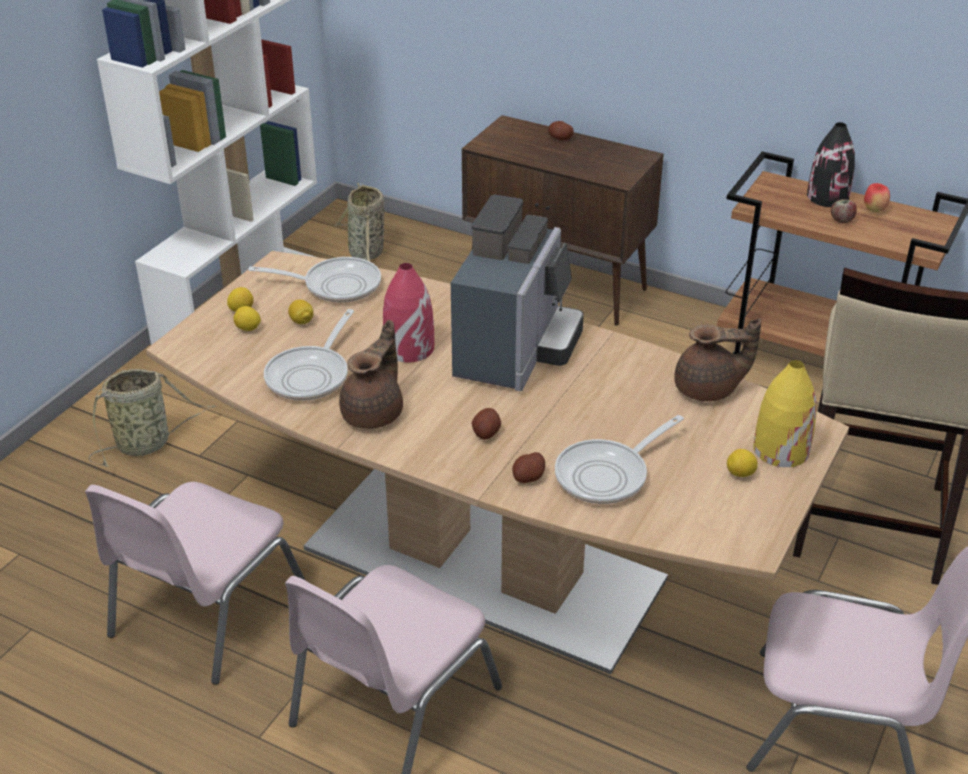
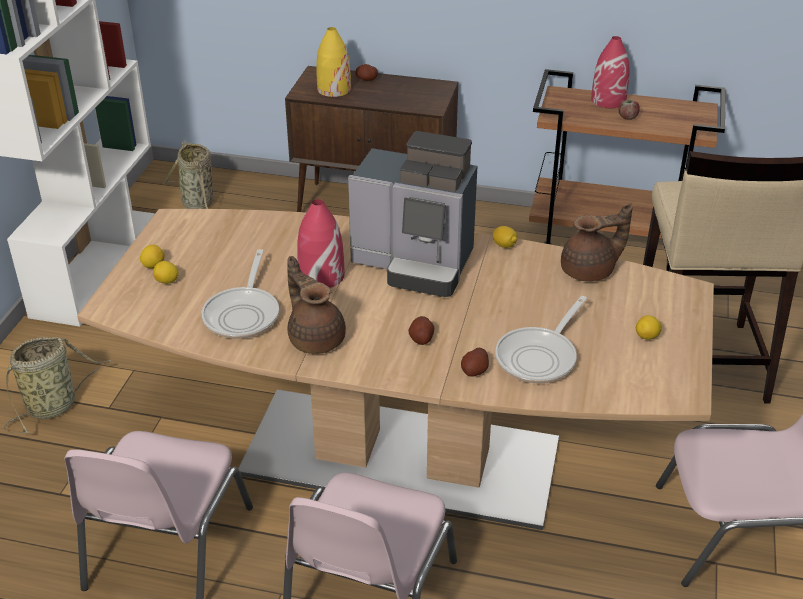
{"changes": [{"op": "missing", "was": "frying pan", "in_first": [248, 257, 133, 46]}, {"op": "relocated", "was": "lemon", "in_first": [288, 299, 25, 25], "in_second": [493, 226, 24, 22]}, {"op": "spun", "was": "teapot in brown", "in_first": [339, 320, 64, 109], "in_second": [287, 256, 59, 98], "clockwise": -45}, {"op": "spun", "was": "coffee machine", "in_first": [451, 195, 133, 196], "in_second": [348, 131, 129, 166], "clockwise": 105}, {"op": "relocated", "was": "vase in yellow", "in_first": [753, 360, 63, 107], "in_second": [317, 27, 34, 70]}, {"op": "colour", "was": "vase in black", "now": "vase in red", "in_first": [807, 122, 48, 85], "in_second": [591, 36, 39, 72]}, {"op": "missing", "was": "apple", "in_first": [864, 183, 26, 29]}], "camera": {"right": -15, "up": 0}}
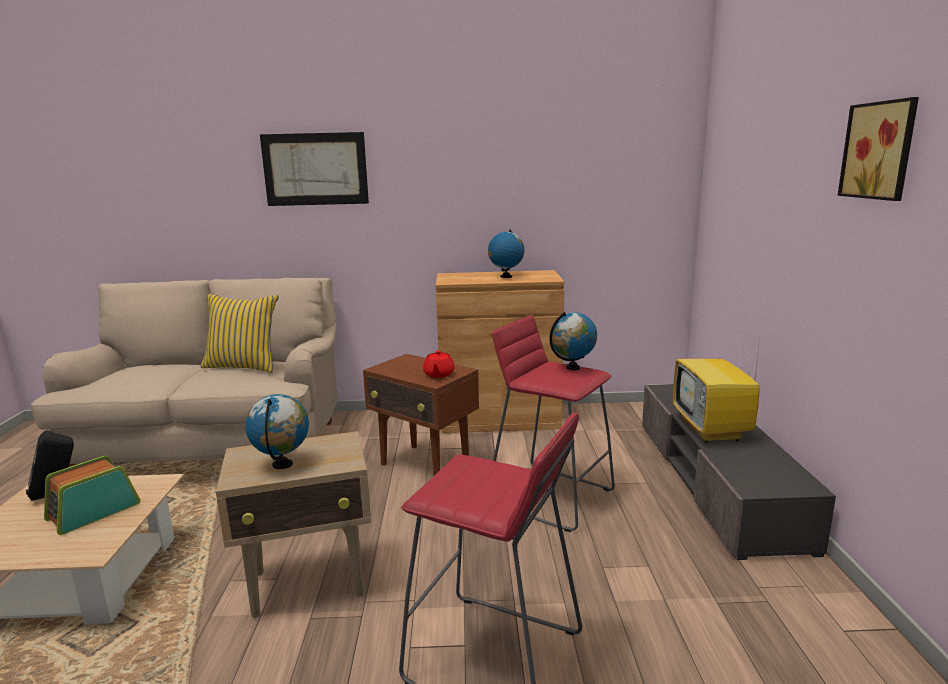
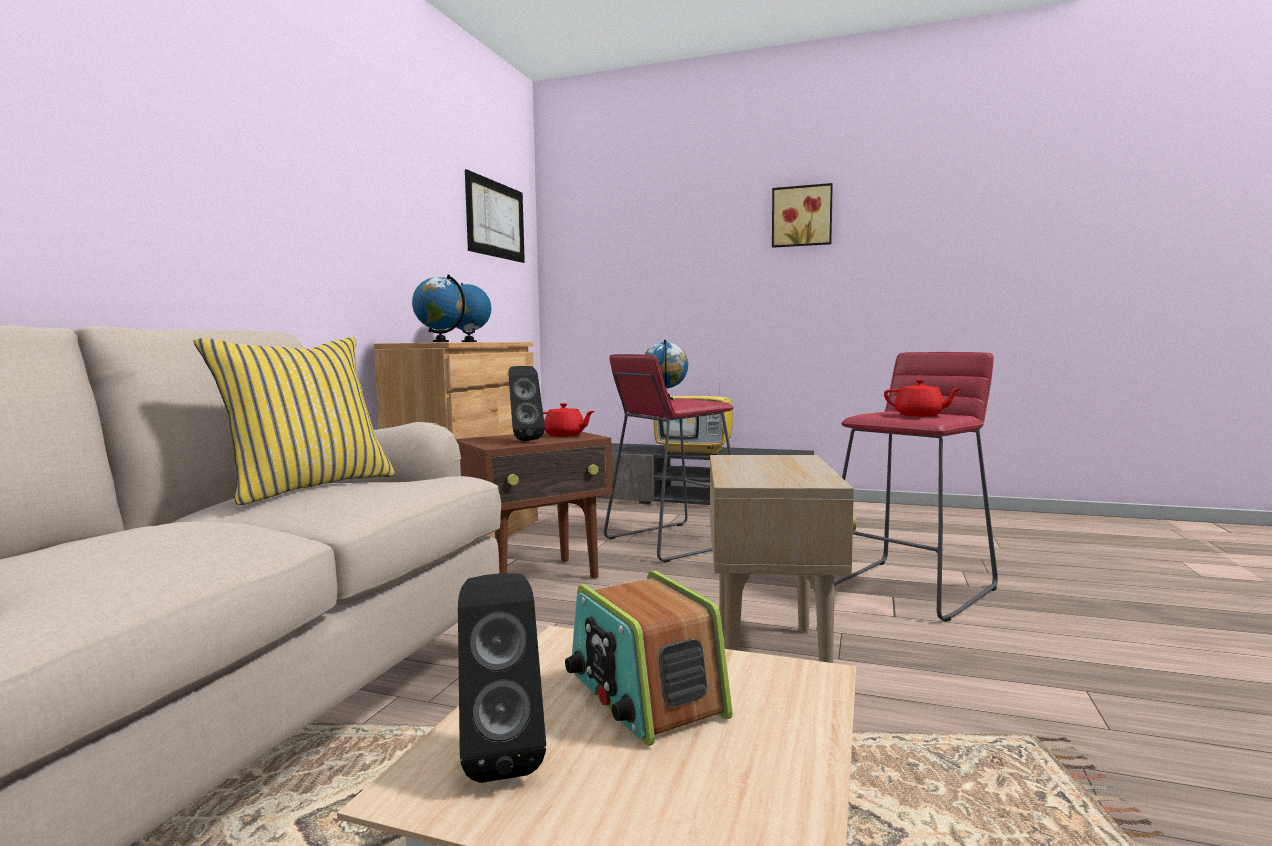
{"changes": [{"op": "relocated", "was": "globe", "in_first": [245, 394, 64, 75], "in_second": [412, 274, 54, 68]}, {"op": "relocated", "was": "picture", "in_first": [260, 132, 109, 74], "in_second": [465, 169, 60, 94]}, {"op": "appeared", "now": "speaker in black", "in_second": [508, 366, 37, 75]}, {"op": "appeared", "now": "teapot in red", "in_second": [884, 379, 78, 38]}], "camera": {"right": -70, "up": -10}}
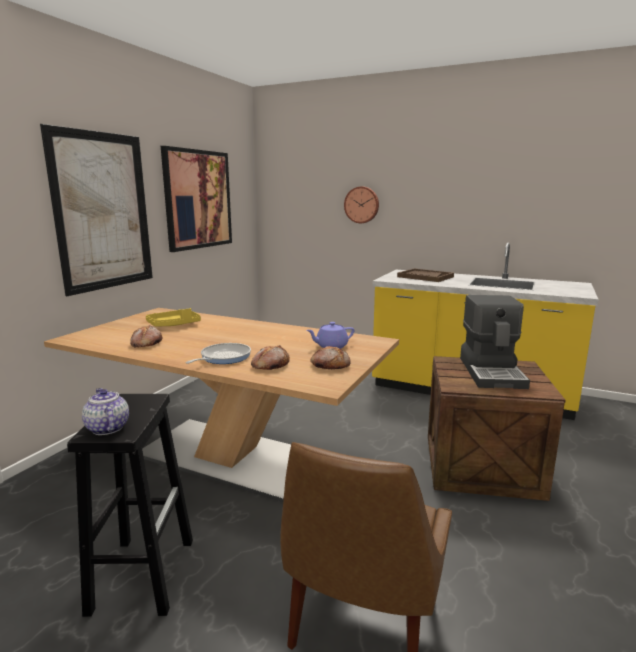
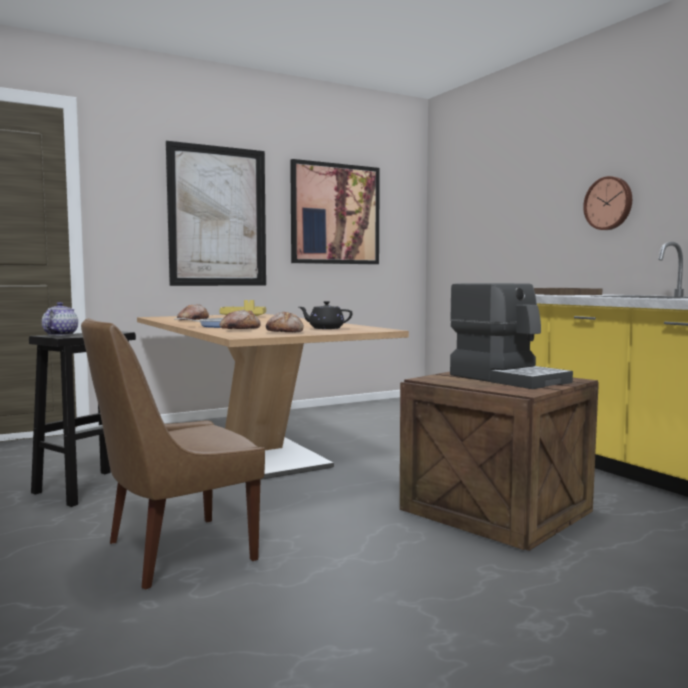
{"changes": [{"op": "colour", "was": "teapot in purple", "now": "teapot in black", "in_first": [307, 322, 47, 27], "in_second": [299, 301, 53, 28]}, {"op": "relocated", "was": "wall clock", "in_first": [344, 186, 35, 37], "in_second": [583, 176, 49, 54]}, {"op": "spun", "was": "coffee machine", "in_first": [460, 295, 70, 94], "in_second": [450, 283, 123, 106], "clockwise": -75}], "camera": {"right": 35, "up": -10}}
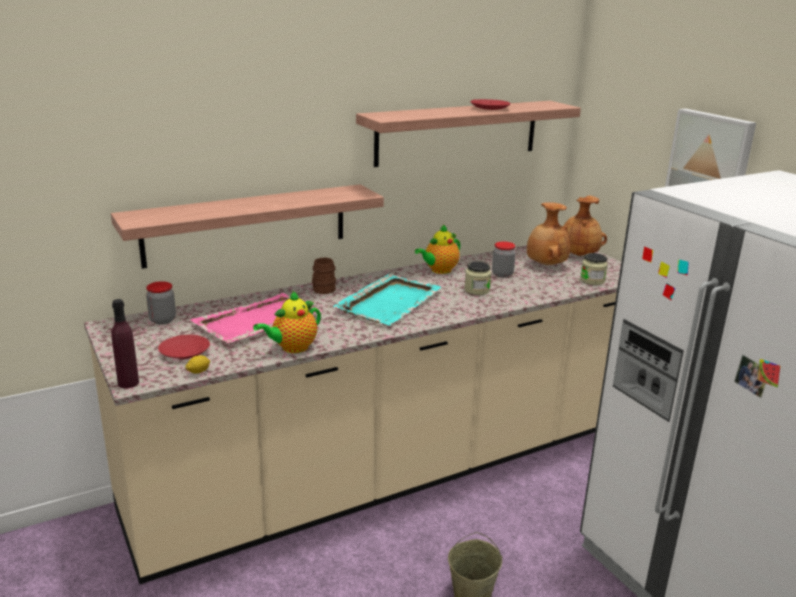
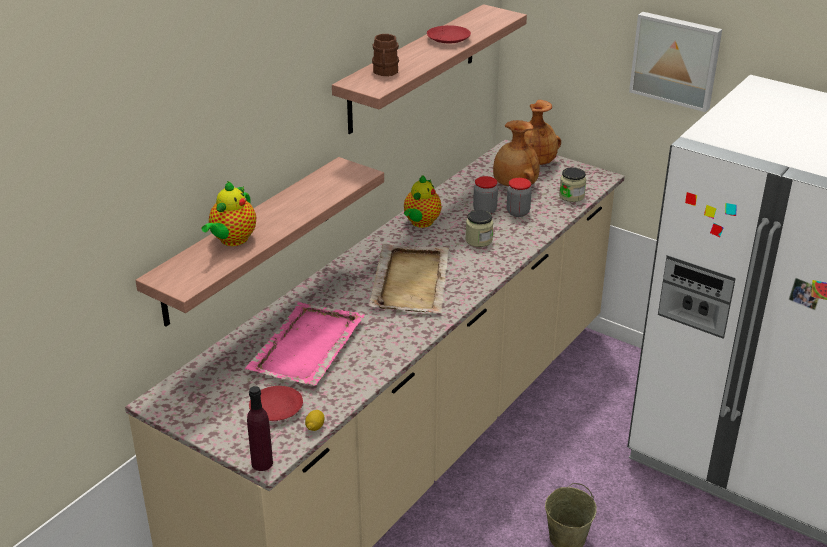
{"changes": [{"op": "relocated", "was": "jar", "in_first": [146, 281, 30, 43], "in_second": [507, 178, 25, 39]}, {"op": "relocated", "was": "teapot", "in_first": [253, 291, 68, 62], "in_second": [202, 181, 54, 65]}, {"op": "relocated", "was": "mug in brown", "in_first": [312, 257, 24, 37], "in_second": [372, 34, 27, 42]}, {"op": "colour", "was": "tray in turquoise", "now": "tray in beige", "in_first": [333, 273, 108, 52], "in_second": [369, 244, 80, 69]}], "camera": {"right": -25, "up": 10}}
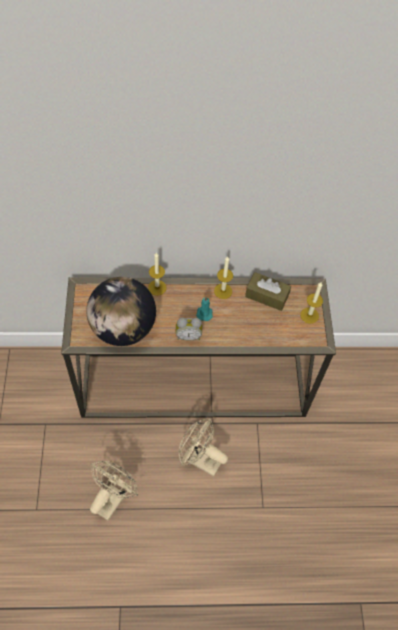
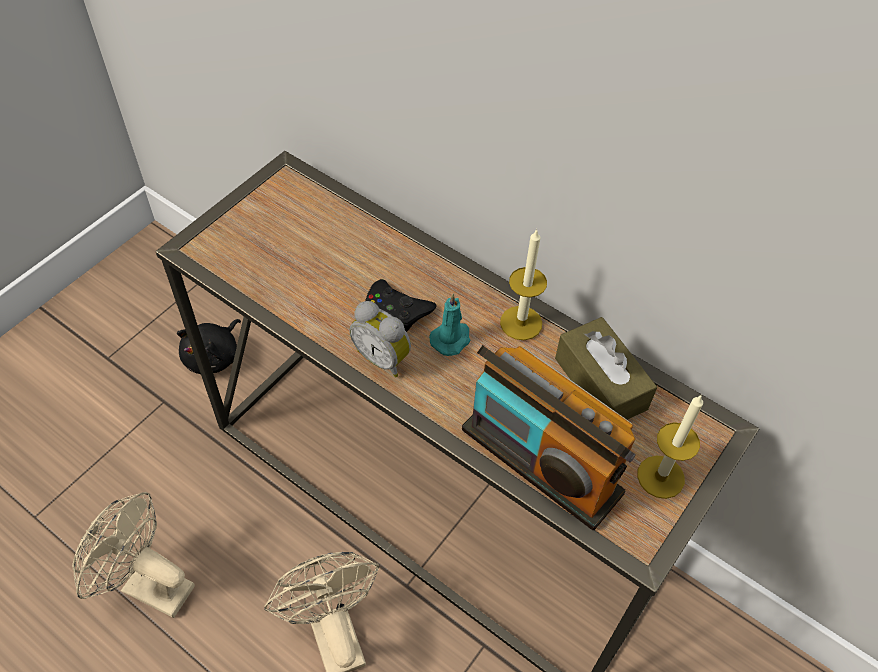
{"changes": [{"op": "missing", "was": "globe", "in_first": [87, 277, 69, 69]}, {"op": "spun", "was": "fan in beige", "in_first": [90, 461, 48, 60], "in_second": [72, 492, 123, 126], "clockwise": -135}, {"op": "missing", "was": "candle", "in_first": [148, 252, 19, 44]}, {"op": "appeared", "now": "plush toy in black", "in_second": [177, 319, 64, 55]}, {"op": "appeared", "now": "game controller in black", "in_second": [365, 279, 72, 53]}, {"op": "appeared", "now": "radio", "in_second": [462, 345, 173, 185]}], "camera": {"right": 40, "up": -5}}
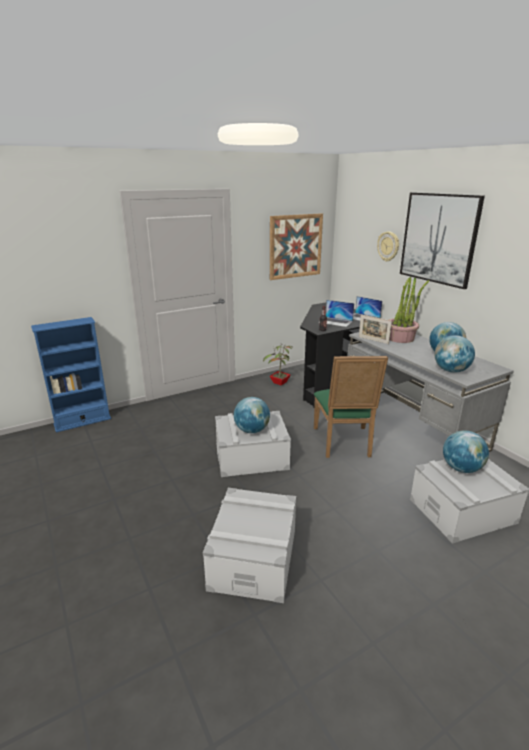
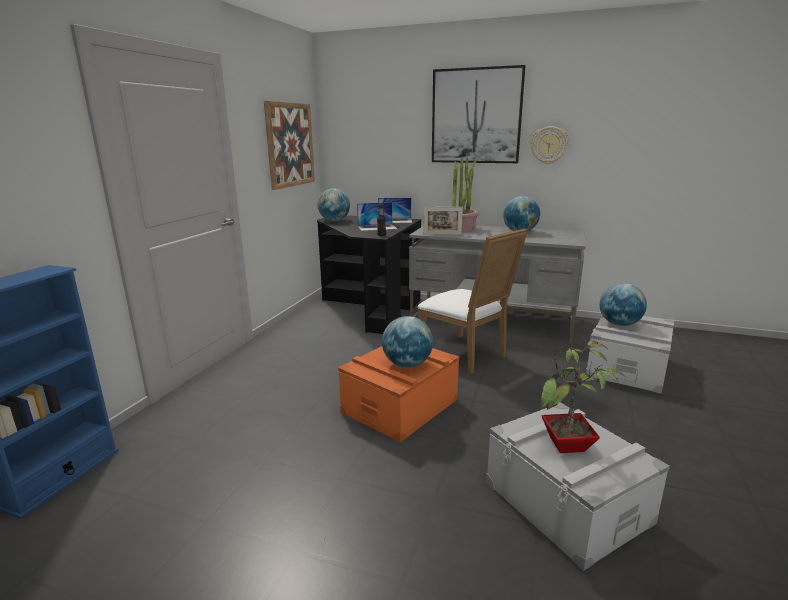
{"changes": [{"op": "colour", "was": "storage box in grey", "now": "storage box in orange", "in_first": [215, 411, 76, 66], "in_second": [338, 346, 121, 97]}, {"op": "relocated", "was": "potted plant", "in_first": [263, 343, 29, 42], "in_second": [540, 339, 86, 114]}, {"op": "colour", "was": "chair in green", "now": "chair in white", "in_first": [314, 356, 74, 102], "in_second": [418, 229, 110, 145]}, {"op": "relocated", "was": "wall clock", "in_first": [377, 231, 22, 31], "in_second": [531, 126, 38, 38]}, {"op": "relocated", "was": "globe", "in_first": [435, 335, 40, 38], "in_second": [317, 188, 33, 33]}], "camera": {"right": -40, "up": -5}}
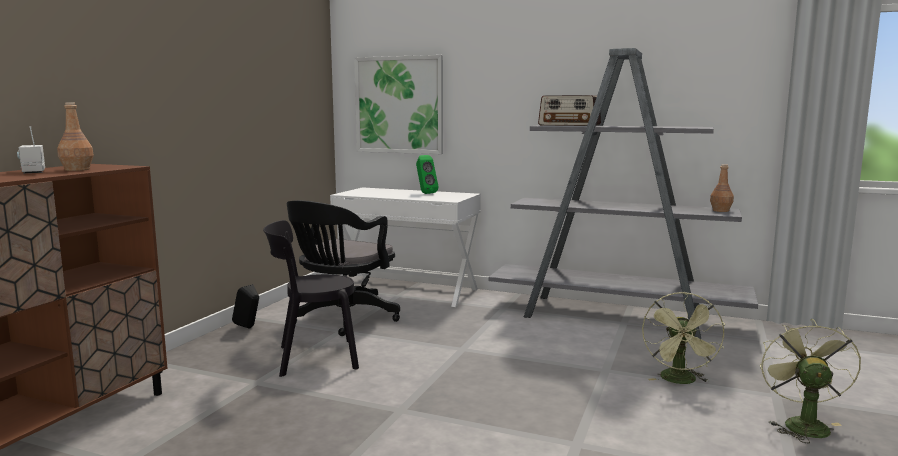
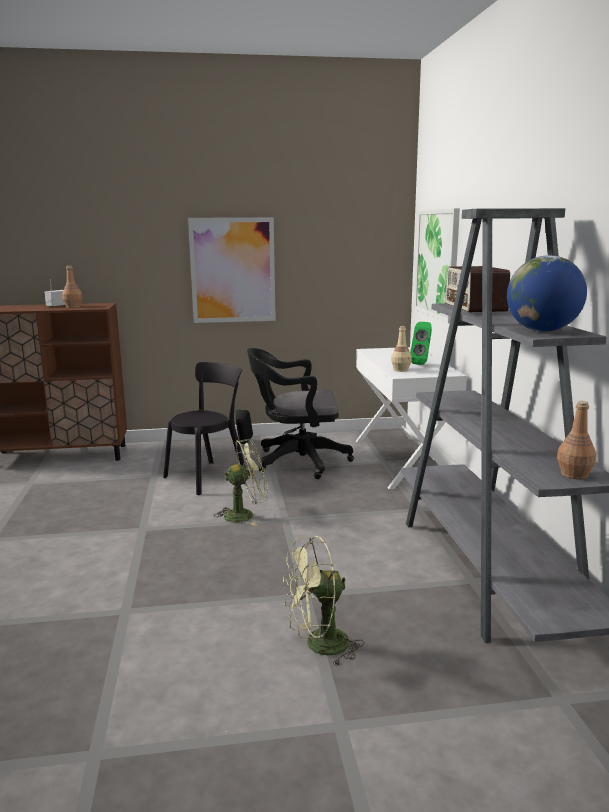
{"changes": [{"op": "spun", "was": "chair in black", "in_first": [263, 220, 96, 157], "in_second": [163, 362, 86, 133], "clockwise": 90}, {"op": "relocated", "was": "fan in green", "in_first": [760, 319, 101, 124], "in_second": [214, 439, 54, 87]}, {"op": "appeared", "now": "picture", "in_second": [188, 217, 88, 106]}, {"op": "appeared", "now": "bottle in beige", "in_second": [391, 326, 21, 46]}, {"op": "appeared", "now": "globe", "in_second": [507, 255, 80, 77]}], "camera": {"right": 60, "up": 5}}
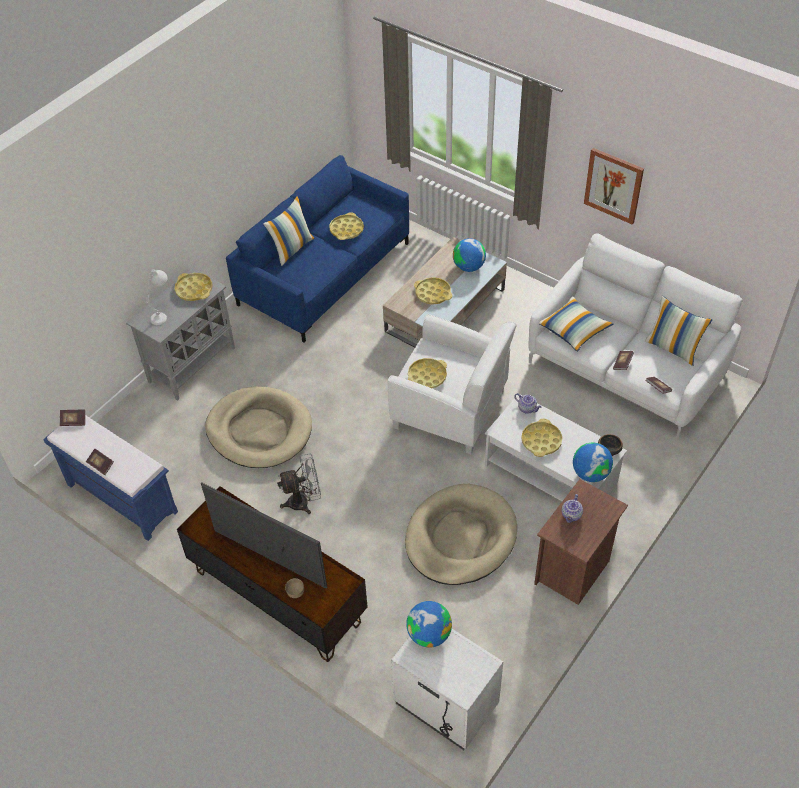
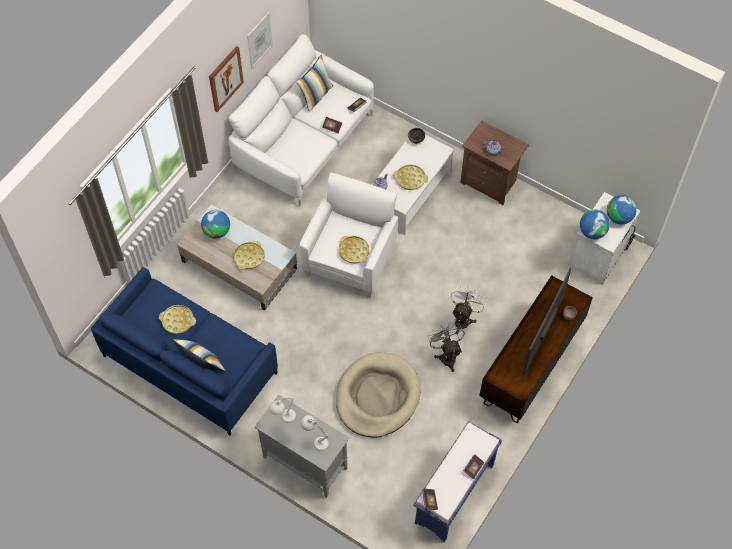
{"changes": [{"op": "exchanged", "was": "tray in yellow", "now": "table lamp in white", "in_first": [175, 273, 38, 28], "in_second": [269, 397, 27, 26]}, {"op": "missing", "was": "dog bed in beige", "in_first": [405, 484, 112, 101]}, {"op": "missing", "was": "pillow", "in_first": [539, 296, 74, 55]}, {"op": "relocated", "was": "globe", "in_first": [573, 442, 40, 40], "in_second": [607, 195, 30, 30]}, {"op": "appeared", "now": "picture", "in_second": [247, 12, 26, 57]}, {"op": "appeared", "now": "fan in white", "in_second": [451, 285, 35, 49]}], "camera": {"right": -95, "up": 10}}
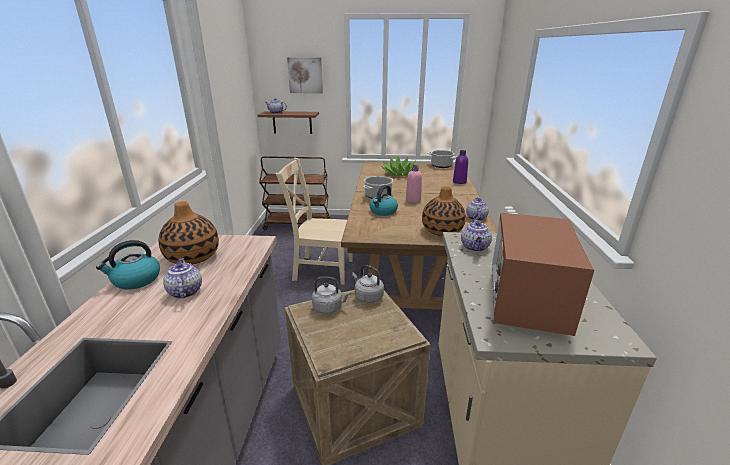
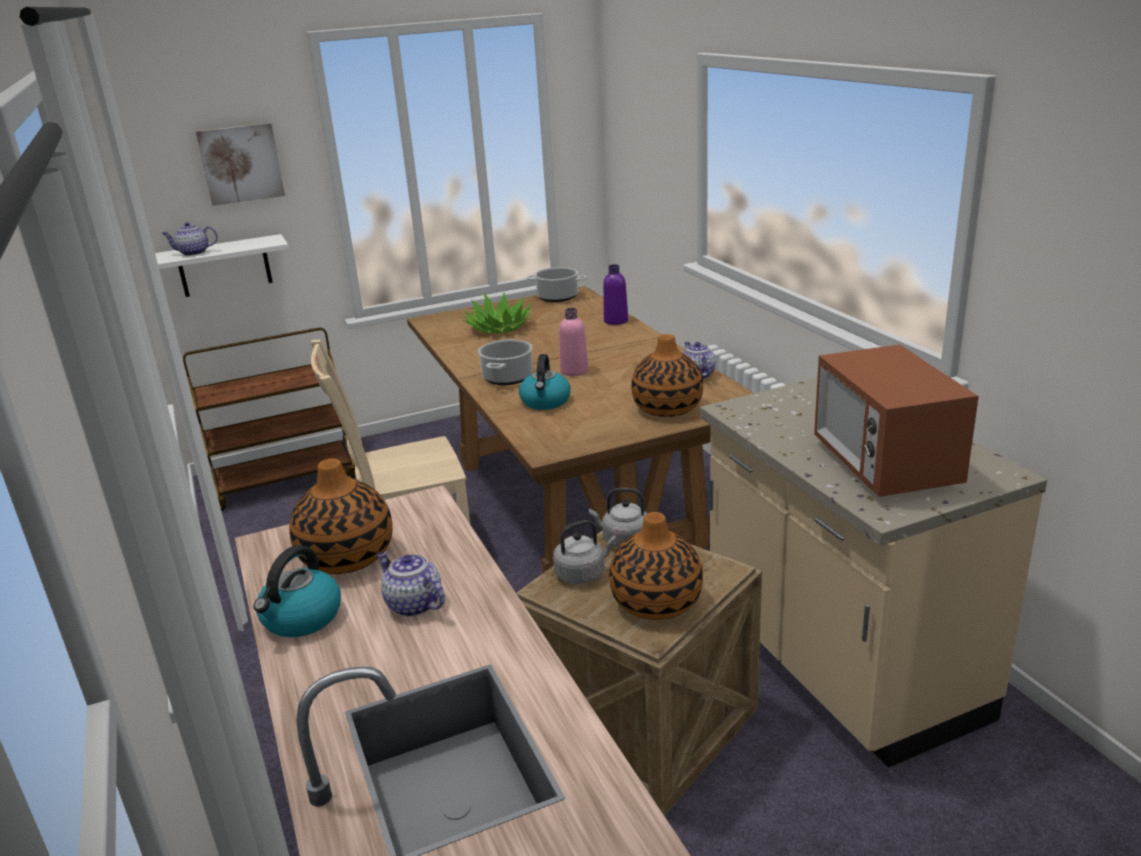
{"changes": [{"op": "colour", "was": "shelf in brown", "now": "shelf in white", "in_first": [258, 111, 61, 23], "in_second": [155, 234, 134, 63]}, {"op": "missing", "was": "teapot", "in_first": [461, 219, 31, 33]}, {"op": "appeared", "now": "vase", "in_second": [609, 512, 94, 108]}], "camera": {"right": -25, "up": 0}}
